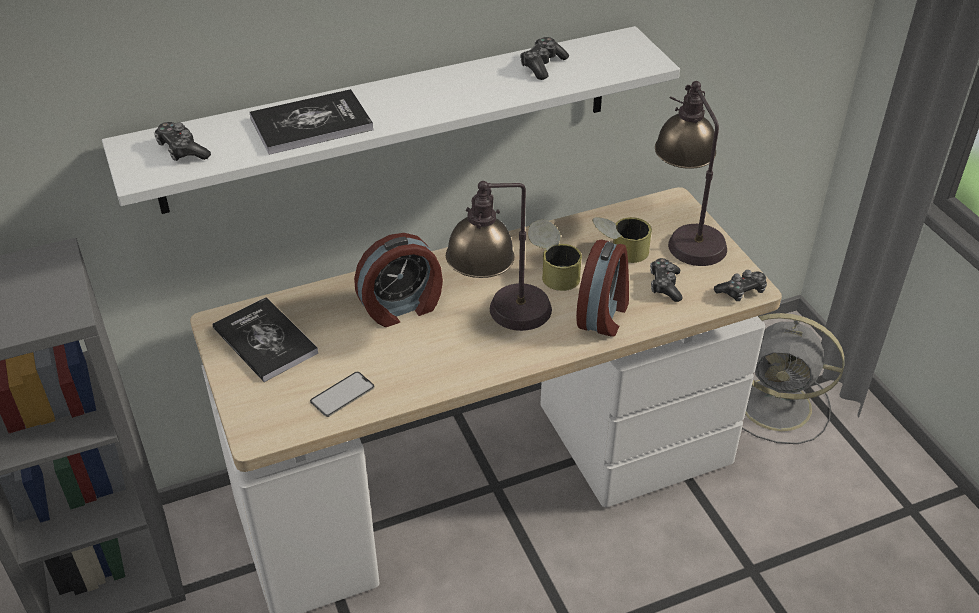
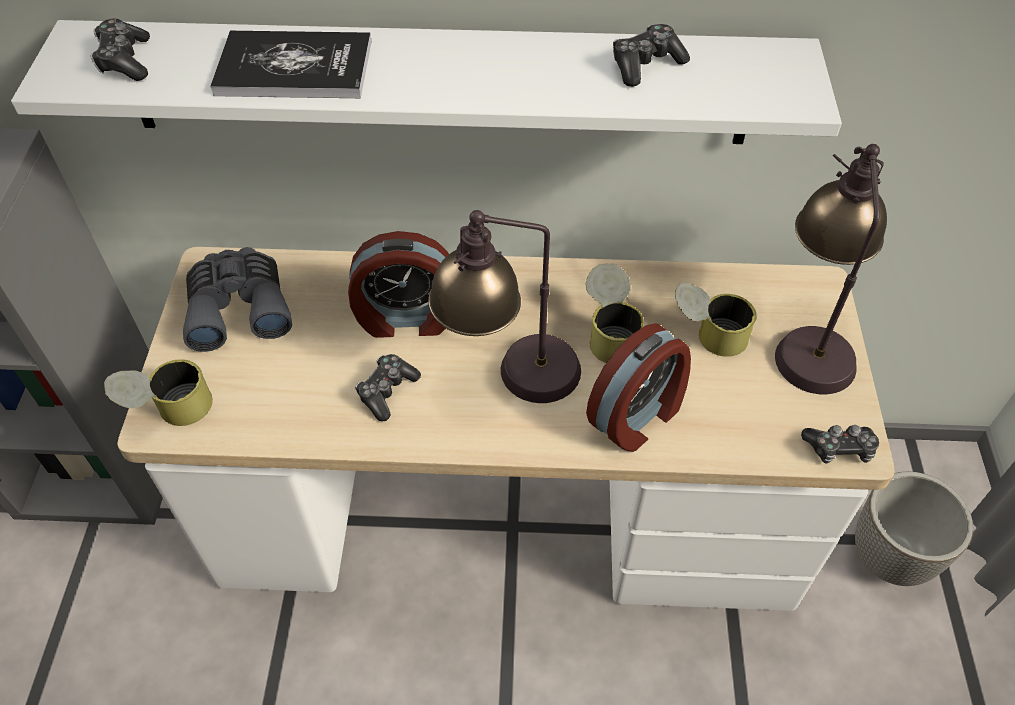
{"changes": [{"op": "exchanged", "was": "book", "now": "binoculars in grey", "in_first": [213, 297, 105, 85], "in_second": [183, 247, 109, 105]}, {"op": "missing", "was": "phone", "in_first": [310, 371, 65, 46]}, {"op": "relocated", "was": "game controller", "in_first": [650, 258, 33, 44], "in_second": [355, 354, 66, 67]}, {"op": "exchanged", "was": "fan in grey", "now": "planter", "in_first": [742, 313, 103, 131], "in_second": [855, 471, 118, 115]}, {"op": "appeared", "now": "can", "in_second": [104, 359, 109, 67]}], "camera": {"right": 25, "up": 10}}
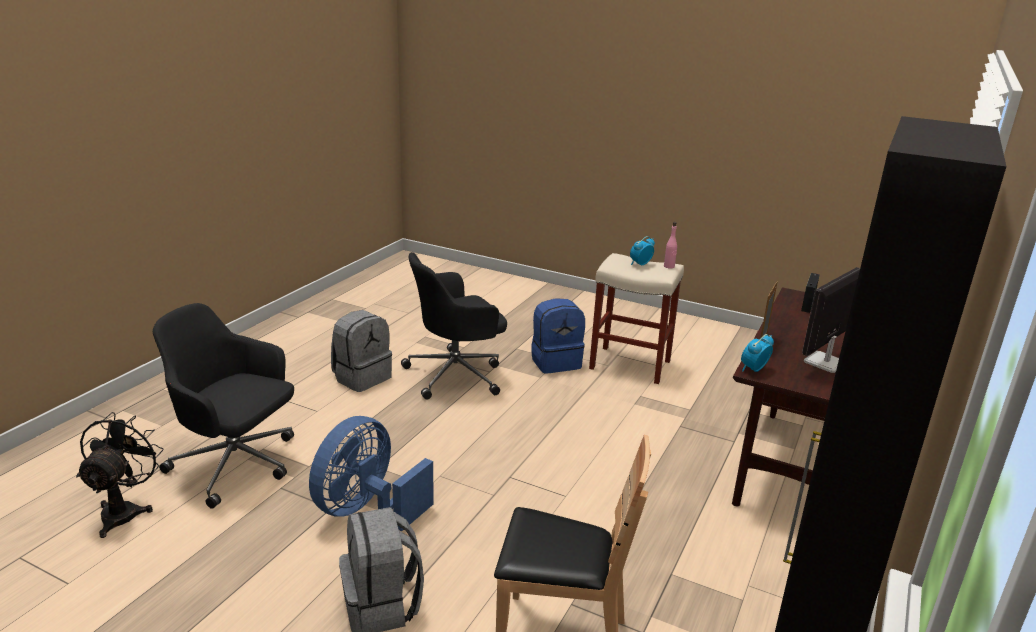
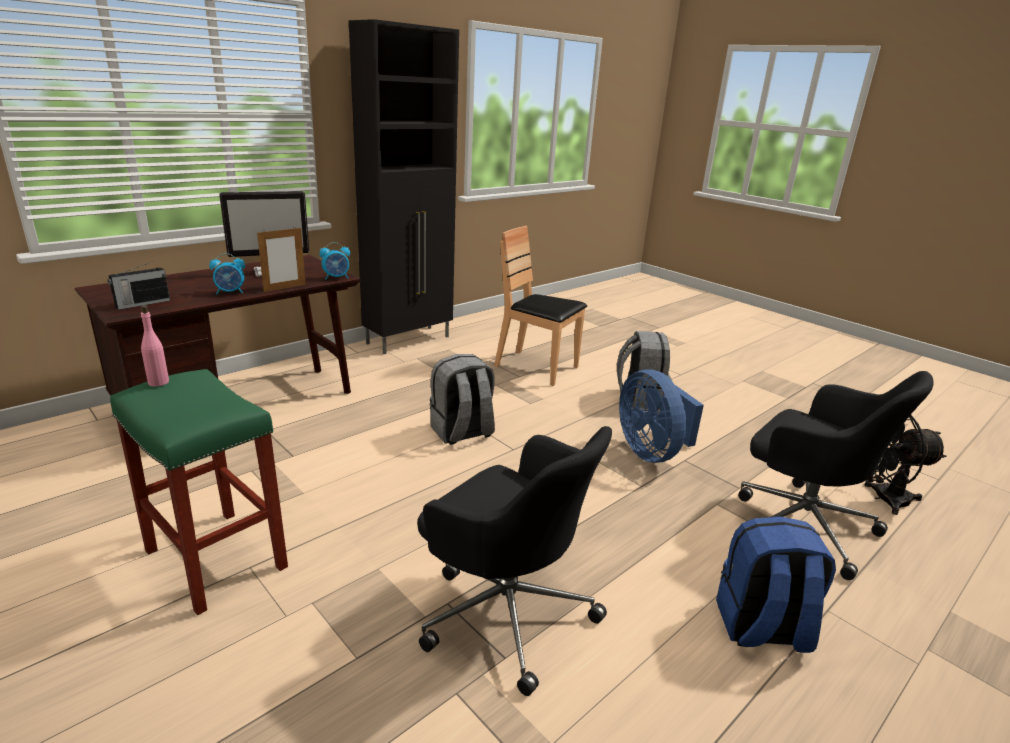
{"changes": [{"op": "spun", "was": "fan in black", "in_first": [76, 412, 88, 126], "in_second": [864, 414, 82, 101], "clockwise": 60}, {"op": "spun", "was": "fan in blue", "in_first": [309, 416, 125, 115], "in_second": [619, 369, 85, 94], "clockwise": 105}, {"op": "relocated", "was": "backpack in grey", "in_first": [331, 310, 61, 82], "in_second": [430, 354, 65, 91]}, {"op": "spun", "was": "office chair in black", "in_first": [401, 252, 106, 148], "in_second": [417, 426, 195, 270], "clockwise": 45}, {"op": "relocated", "was": "backpack in blue", "in_first": [531, 298, 54, 76], "in_second": [716, 516, 120, 137]}, {"op": "colour", "was": "stool in beige", "now": "stool in green", "in_first": [589, 253, 95, 131], "in_second": [110, 369, 178, 246]}, {"op": "relocated", "was": "alarm clock", "in_first": [630, 236, 25, 29], "in_second": [209, 253, 36, 42]}], "camera": {"right": -160, "up": 0}}
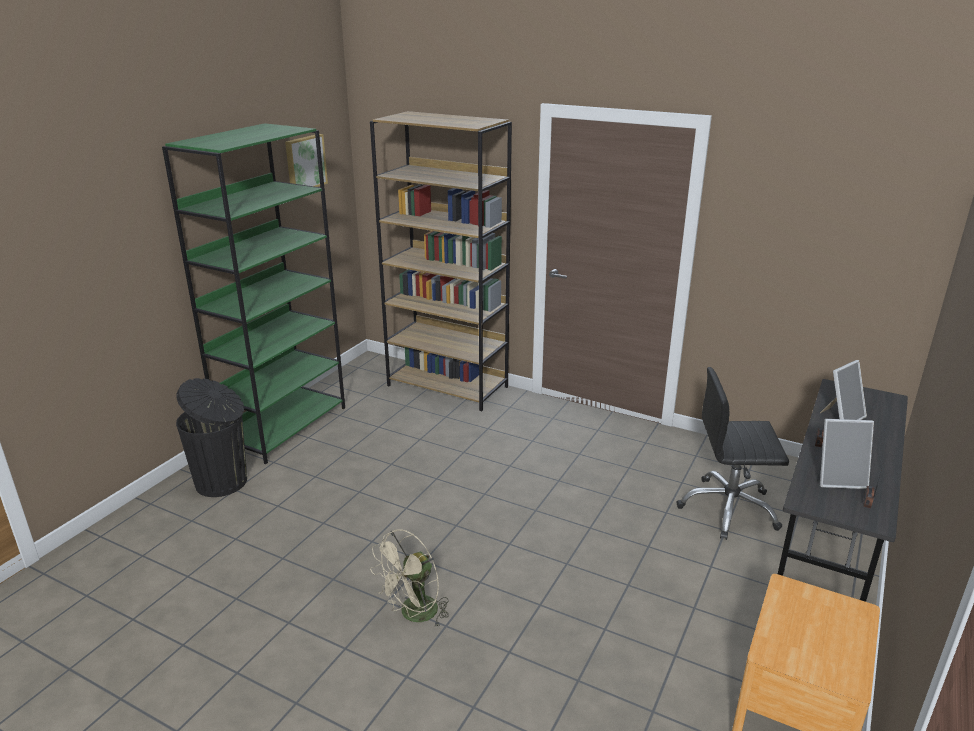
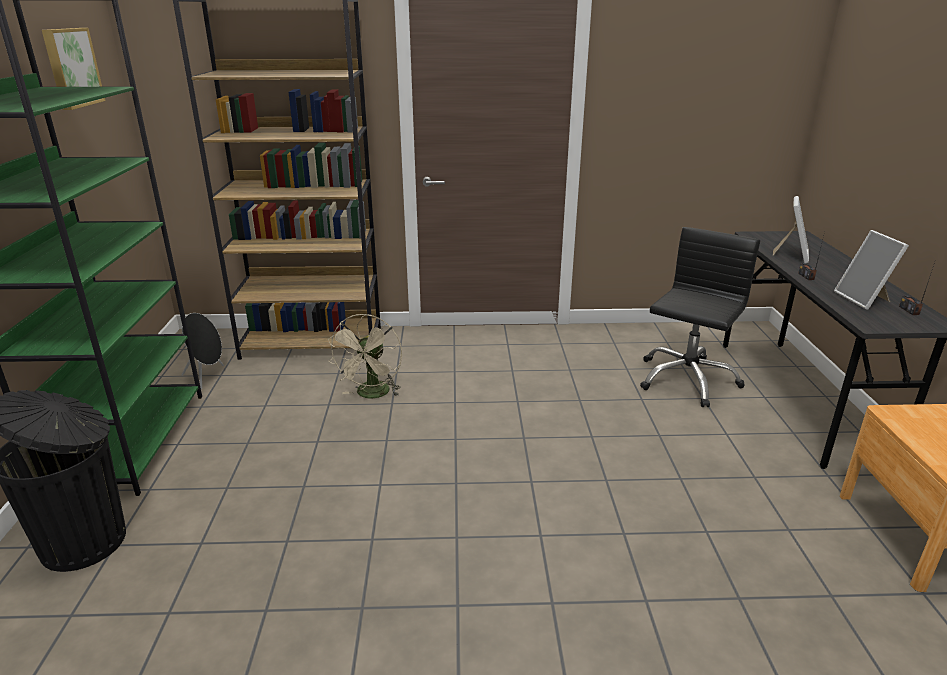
{"changes": [{"op": "relocated", "was": "fan in beige", "in_first": [370, 529, 79, 98], "in_second": [328, 314, 74, 84]}, {"op": "spun", "was": "office chair in black", "in_first": [676, 367, 113, 173], "in_second": [640, 227, 120, 180], "clockwise": 150}, {"op": "spun", "was": "picture frame", "in_first": [820, 419, 54, 70], "in_second": [834, 230, 75, 80], "clockwise": 105}, {"op": "appeared", "now": "speaker in black", "in_second": [182, 313, 42, 77]}], "camera": {"right": -30, "up": 0}}
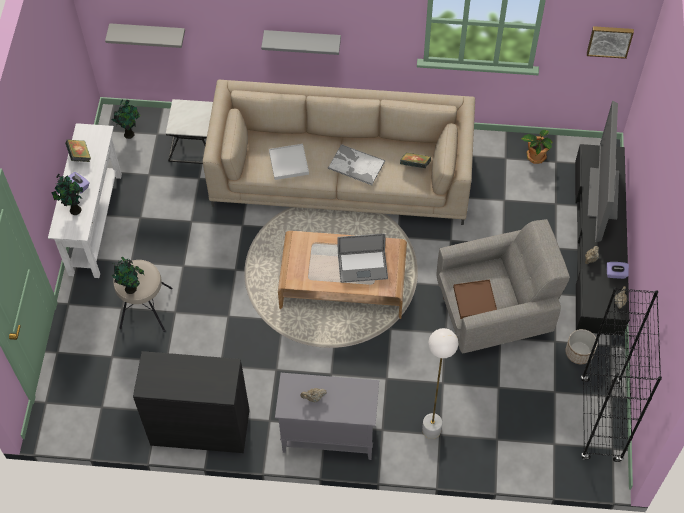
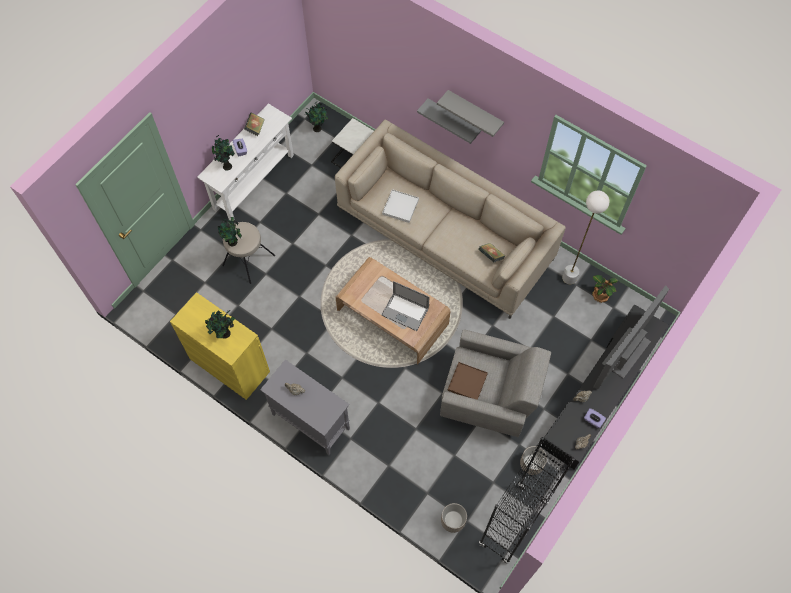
{"changes": [{"op": "relocated", "was": "shelf in grey", "in_first": [105, 23, 80, 25], "in_second": [437, 90, 67, 47]}, {"op": "colour", "was": "cabinet in black", "now": "cabinet in yellow", "in_first": [133, 351, 117, 102], "in_second": [170, 292, 100, 108]}, {"op": "missing", "was": "tray", "in_first": [327, 144, 58, 41]}, {"op": "relocated", "was": "floor lamp in white", "in_first": [422, 328, 36, 111], "in_second": [562, 190, 47, 94]}, {"op": "missing", "was": "picture", "in_first": [587, 26, 47, 33]}, {"op": "appeared", "now": "potted plant", "in_second": [205, 310, 30, 28]}, {"op": "appeared", "now": "planter", "in_second": [441, 503, 26, 30]}], "camera": {"right": 30, "up": 5}}
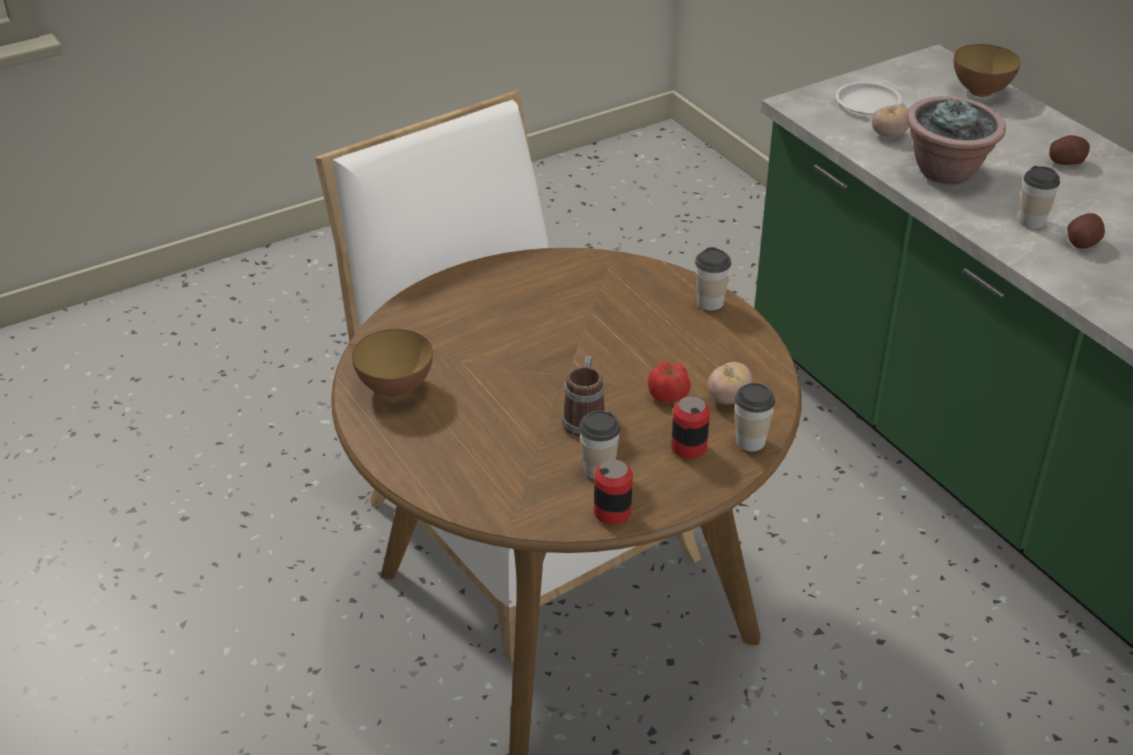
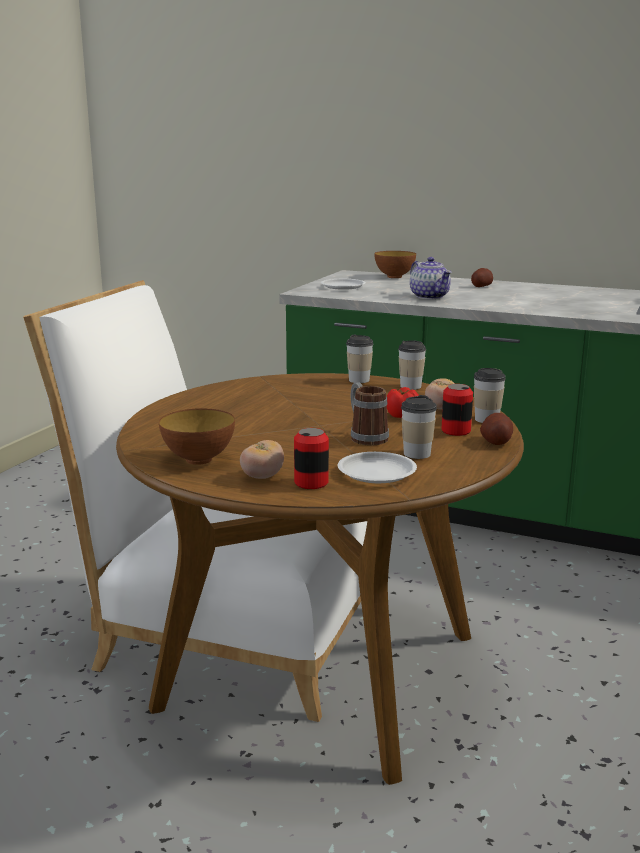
{"changes": [{"op": "relocated", "was": "can", "in_first": [594, 459, 39, 66], "in_second": [294, 428, 35, 61]}, {"op": "relocated", "was": "tomato", "in_first": [872, 105, 37, 33], "in_second": [240, 440, 44, 39]}, {"op": "exchanged", "was": "potted plant", "now": "teapot", "in_first": [907, 96, 99, 89], "in_second": [410, 257, 41, 42]}, {"op": "relocated", "was": "cup", "in_first": [1019, 166, 41, 63], "in_second": [398, 340, 28, 50]}, {"op": "relocated", "was": "potato", "in_first": [1068, 213, 37, 36], "in_second": [480, 413, 33, 32]}, {"op": "appeared", "now": "plate in white", "in_second": [338, 452, 79, 31]}], "camera": {"right": -35, "up": -20}}
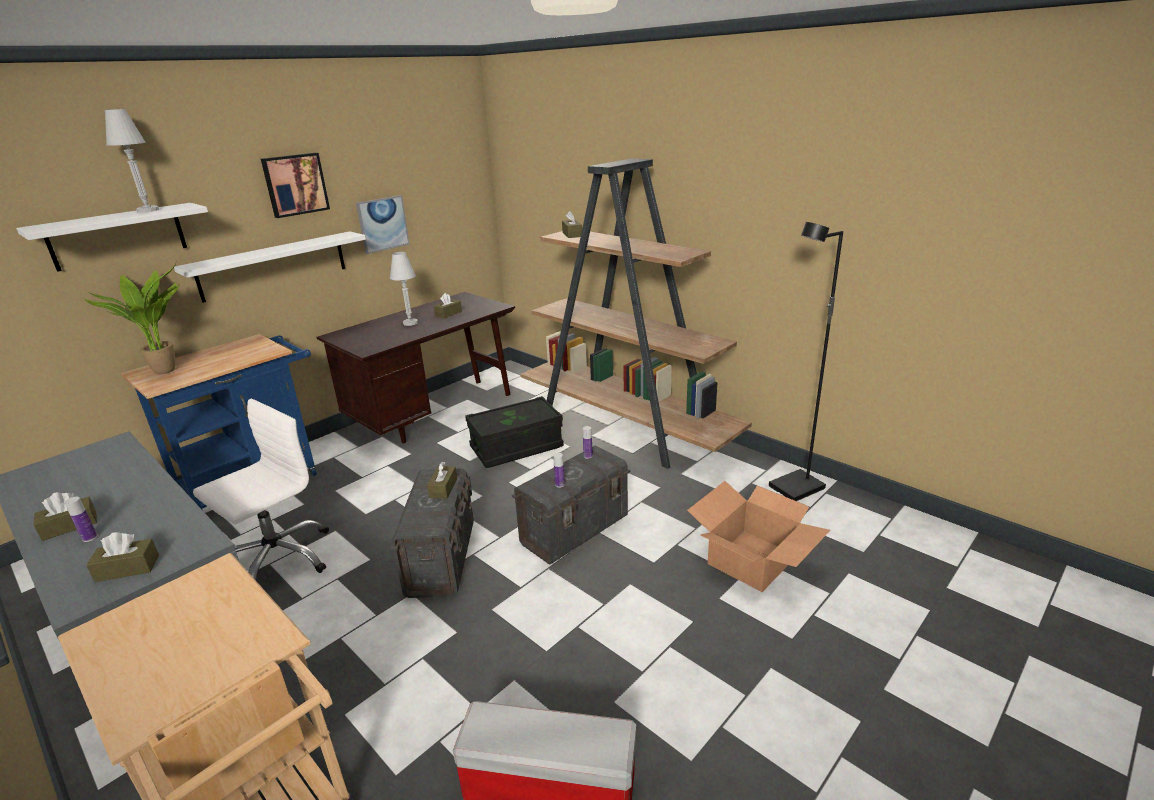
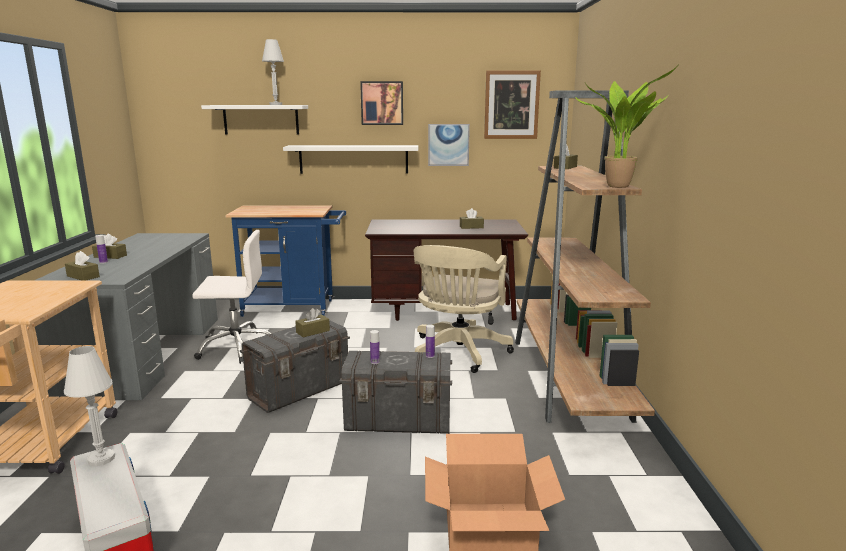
{"changes": [{"op": "relocated", "was": "potted plant", "in_first": [85, 264, 95, 110], "in_second": [575, 63, 105, 125]}, {"op": "relocated", "was": "table lamp in white", "in_first": [390, 252, 28, 74], "in_second": [64, 346, 51, 120]}, {"op": "exchanged", "was": "storage box in black", "now": "office chair in beige", "in_first": [465, 396, 99, 72], "in_second": [414, 245, 100, 128]}, {"op": "missing", "was": "floor lamp in black", "in_first": [769, 222, 74, 279]}, {"op": "appeared", "now": "picture", "in_second": [484, 71, 57, 68]}], "camera": {"right": 45, "up": -10}}
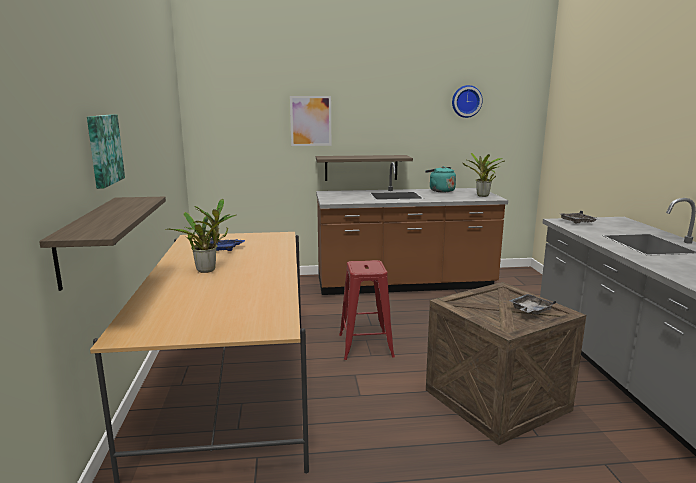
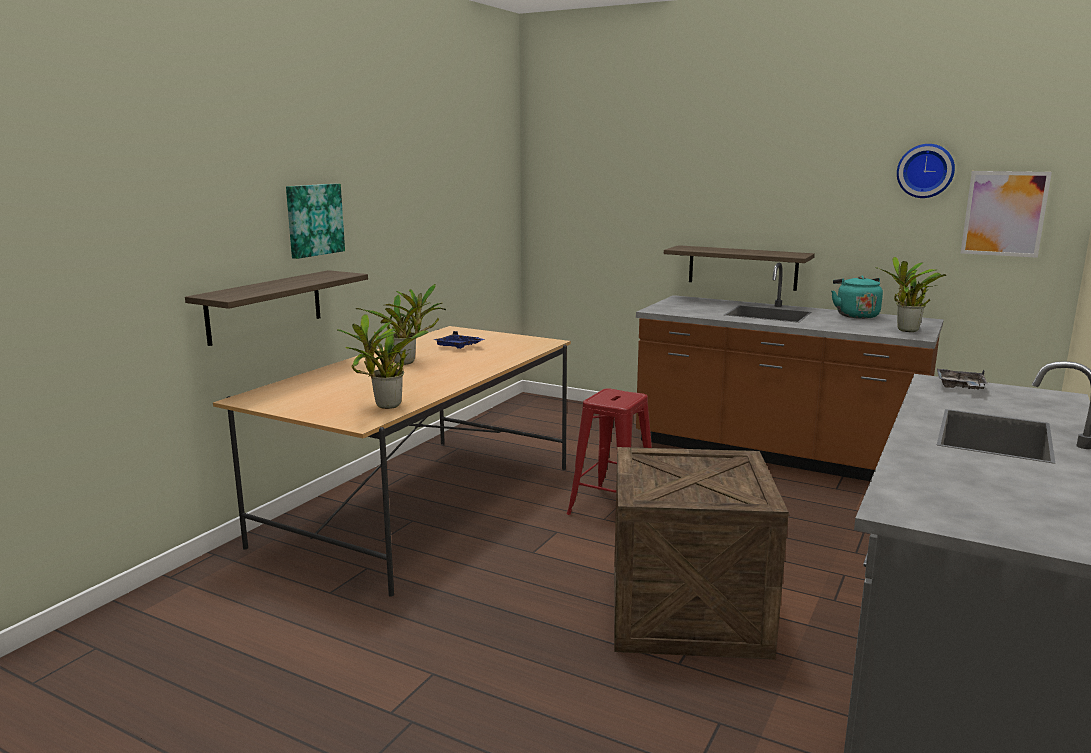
{"changes": [{"op": "relocated", "was": "picture", "in_first": [290, 96, 41, 50], "in_second": [961, 171, 91, 87]}, {"op": "missing", "was": "tray in grey", "in_first": [509, 294, 47, 21]}, {"op": "appeared", "now": "potted plant", "in_second": [337, 314, 92, 95]}], "camera": {"right": 35, "up": 0}}
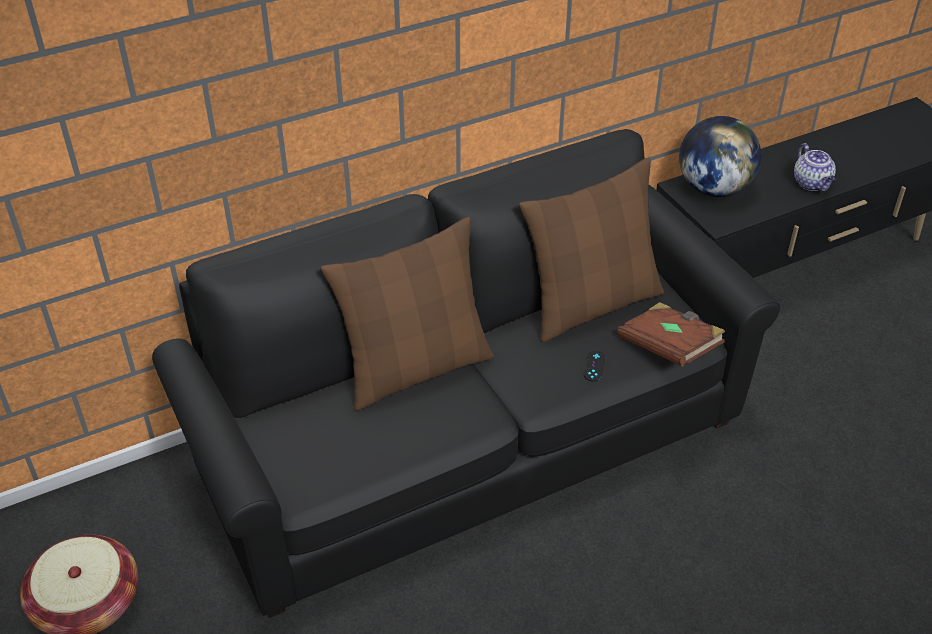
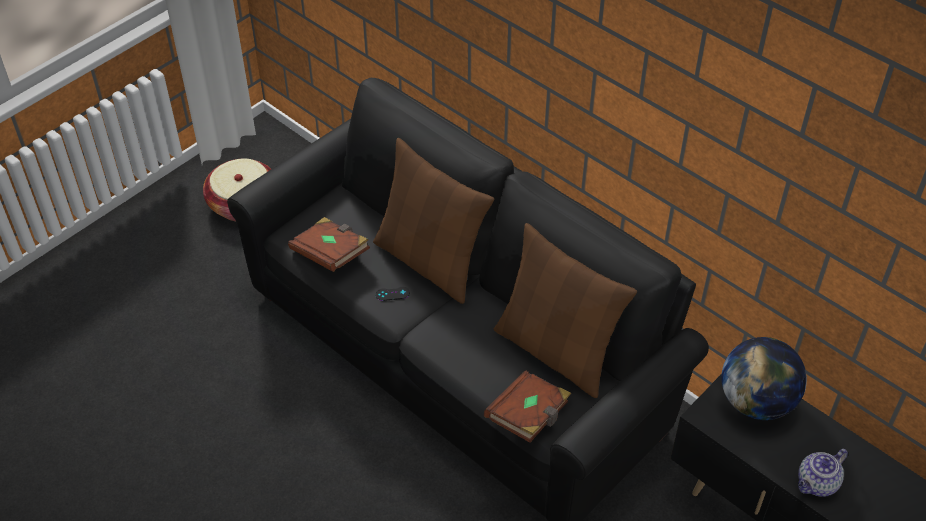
{"changes": [{"op": "relocated", "was": "game controller in black", "in_first": [583, 351, 22, 30], "in_second": [375, 287, 35, 14]}, {"op": "appeared", "now": "book in brown", "in_second": [288, 217, 82, 55]}], "camera": {"right": 70, "up": 5}}
